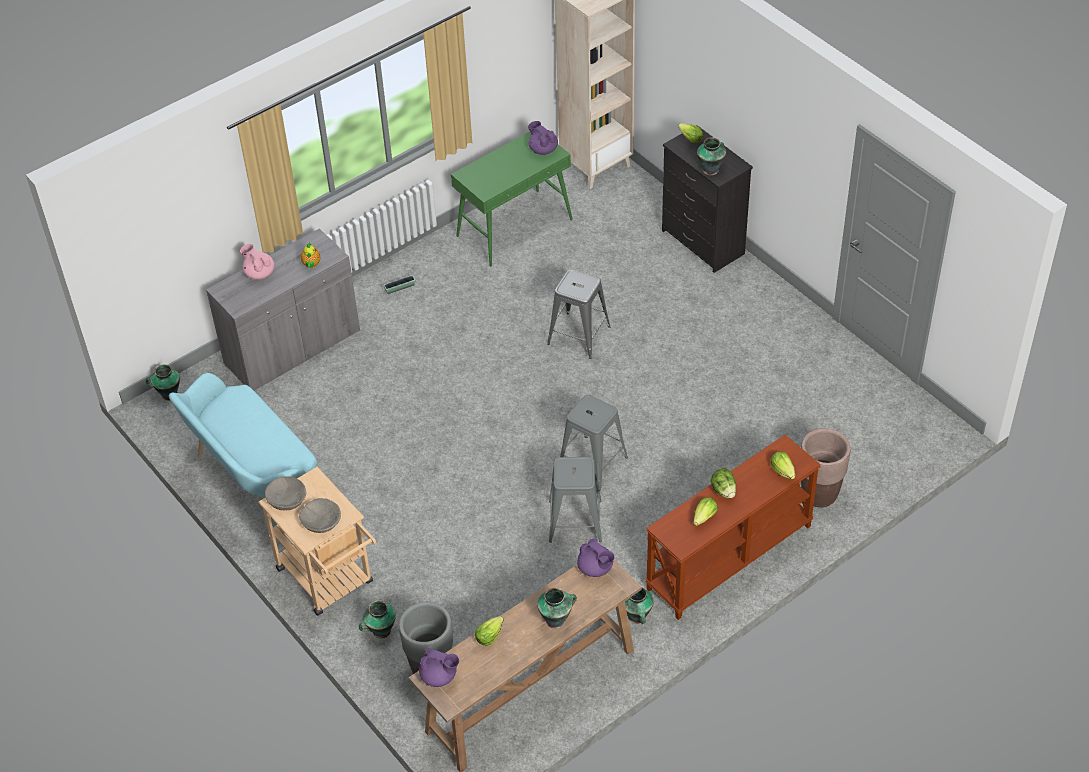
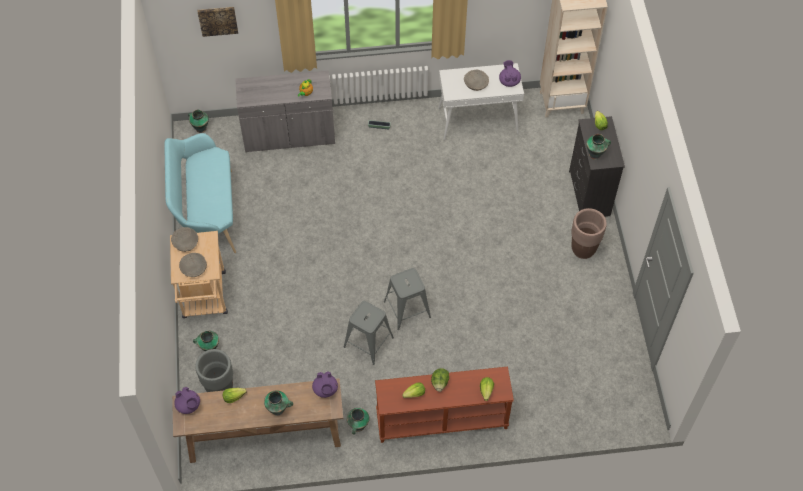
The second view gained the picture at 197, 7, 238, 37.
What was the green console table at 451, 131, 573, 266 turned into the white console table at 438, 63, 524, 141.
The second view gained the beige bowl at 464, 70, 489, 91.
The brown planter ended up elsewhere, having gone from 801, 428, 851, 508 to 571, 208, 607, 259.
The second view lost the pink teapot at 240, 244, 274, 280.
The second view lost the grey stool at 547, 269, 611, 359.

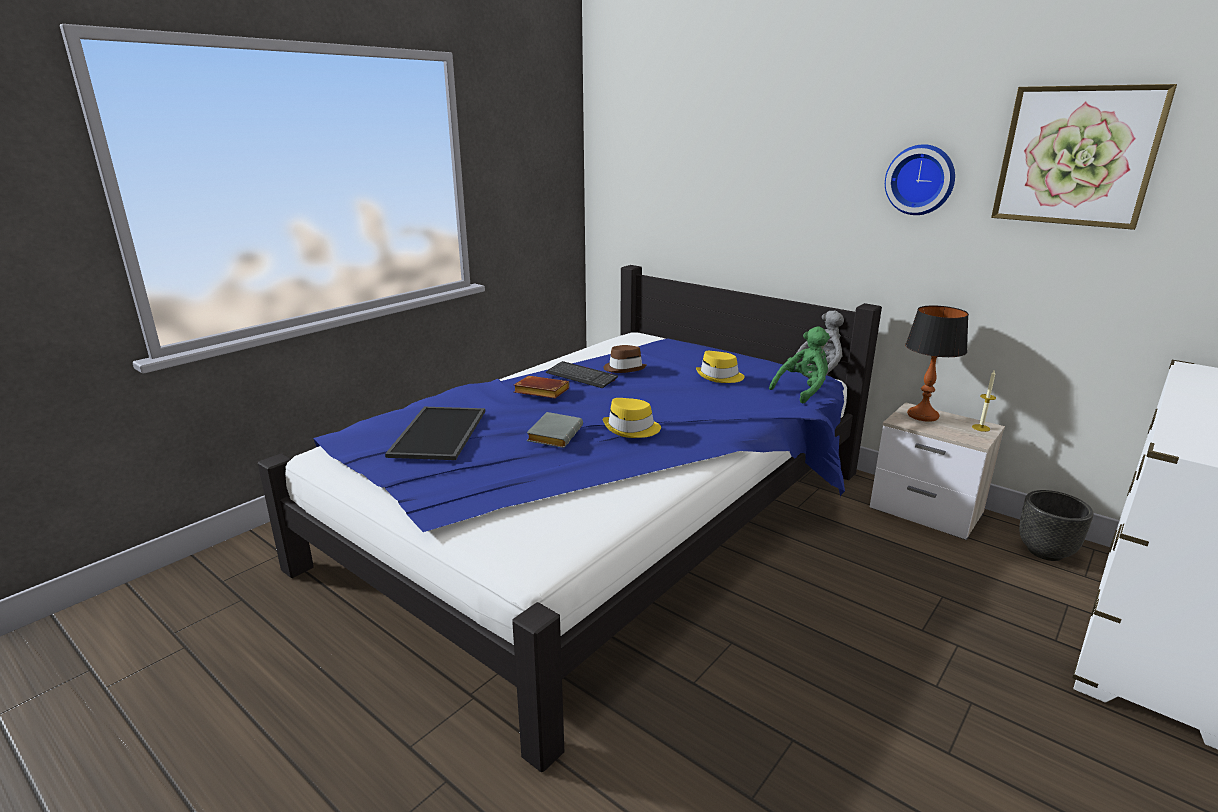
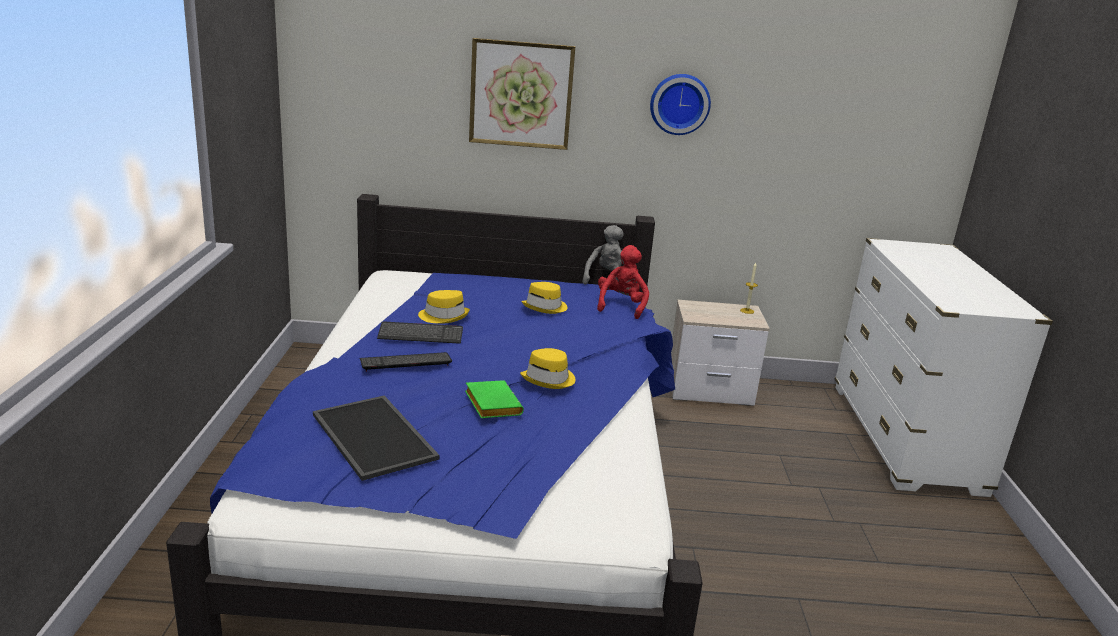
Where the brown book stood at 514, 376, 570, 398, the keyboard came to stand at 359, 352, 452, 371.
What was the brown hat at 603, 345, 647, 373 turned into the yellow hat at 418, 290, 470, 323.
What was the grey book at 527, 412, 583, 448 turned into the green book at 465, 380, 524, 418.
The picture ended up elsewhere, having gone from 991, 84, 1177, 230 to 469, 38, 575, 150.
What was the green plush toy at 769, 326, 830, 404 turned into the red plush toy at 597, 245, 649, 319.
The second view lost the table lamp at 905, 306, 969, 422.
The second view lost the black planter at 1019, 490, 1094, 561.

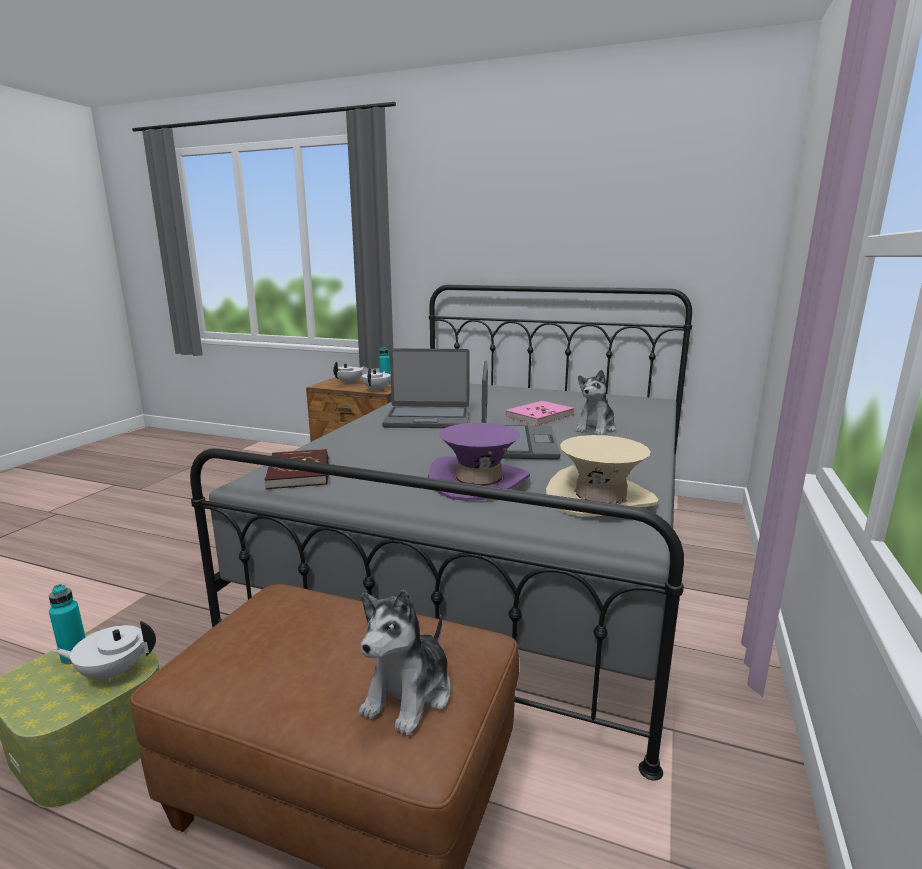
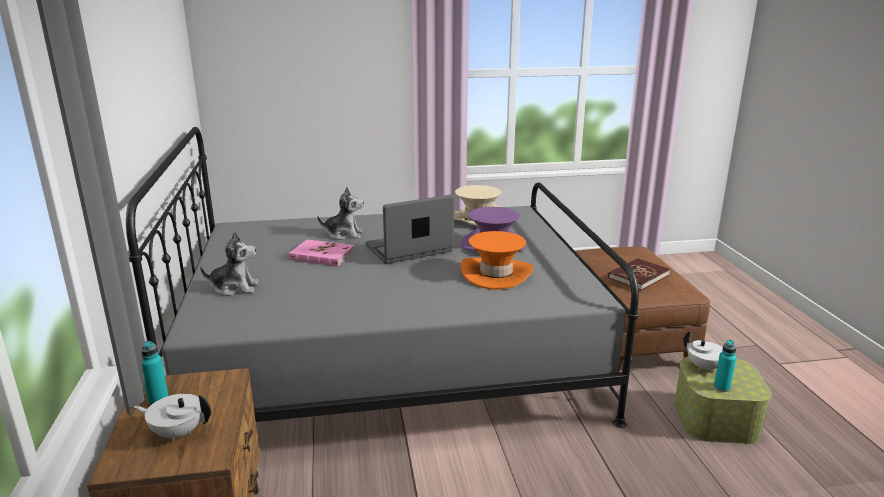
The plush toy ended up elsewhere, having gone from 359, 590, 451, 735 to 200, 231, 259, 296.
The second view gained the orange hat at 460, 231, 533, 290.
The red book ended up elsewhere, having gone from 265, 449, 329, 489 to 608, 258, 670, 290.
The second view lost the white teapot at 362, 368, 391, 392.
The second view lost the laptop at 382, 348, 470, 428.

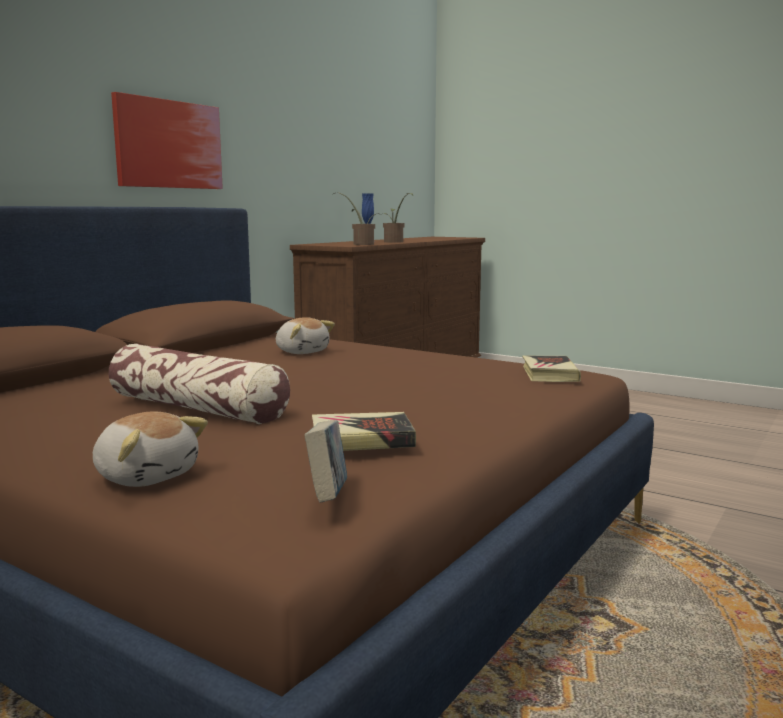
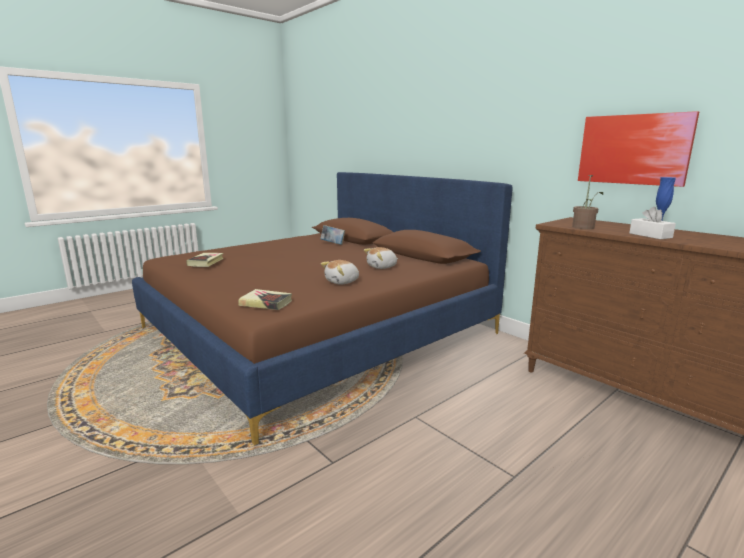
The book ended up elsewhere, having gone from 304, 420, 347, 503 to 320, 225, 345, 245.
The plush toy ended up elsewhere, having gone from 92, 411, 208, 487 to 321, 260, 359, 285.
The picture ended up elsewhere, having gone from 111, 92, 223, 189 to 578, 111, 699, 187.
Where the potted plant stood at 381, 193, 413, 243, the white tissue box came to stand at 629, 207, 676, 239.
The second view lost the pillow at 109, 344, 290, 424.

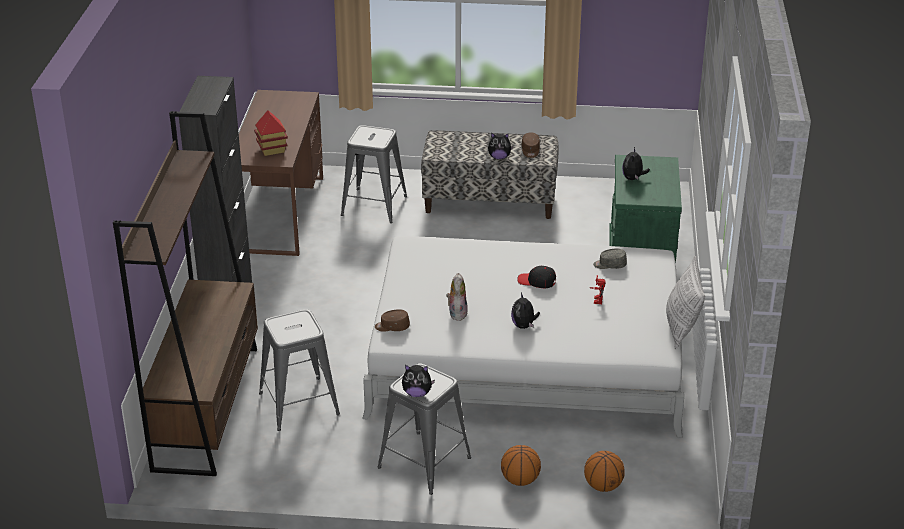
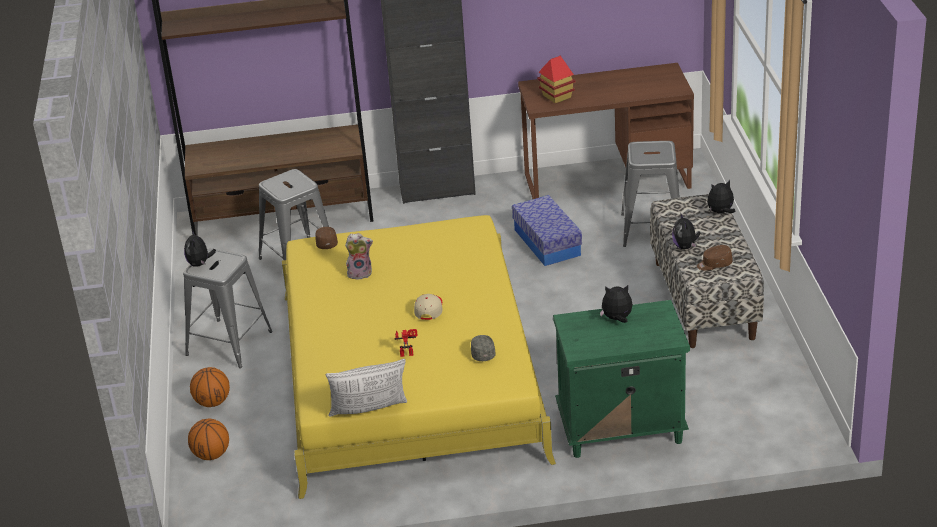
What was the white bed at 362, 236, 684, 437 turned into the yellow bed at 282, 215, 556, 499.
What was the black cap at 517, 266, 556, 288 turned into the beige cap at 414, 294, 442, 320.
The second view gained the storage box at 512, 195, 582, 266.
The plush toy ended up elsewhere, having gone from 511, 293, 540, 329 to 707, 180, 735, 213.

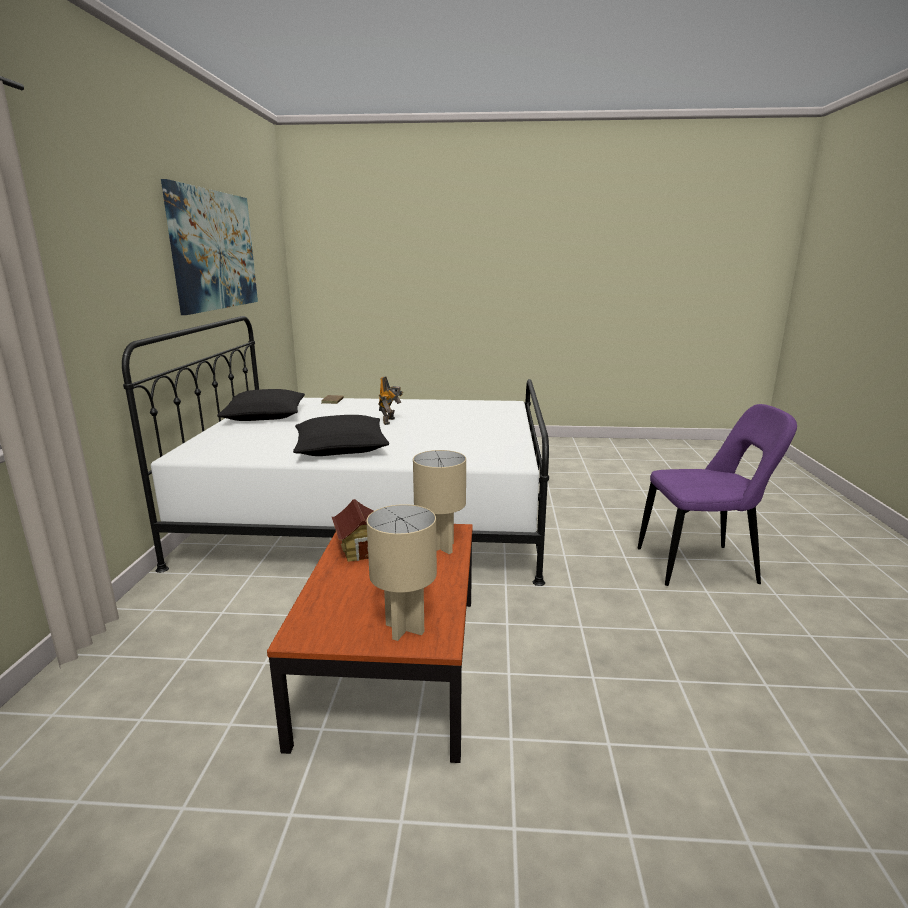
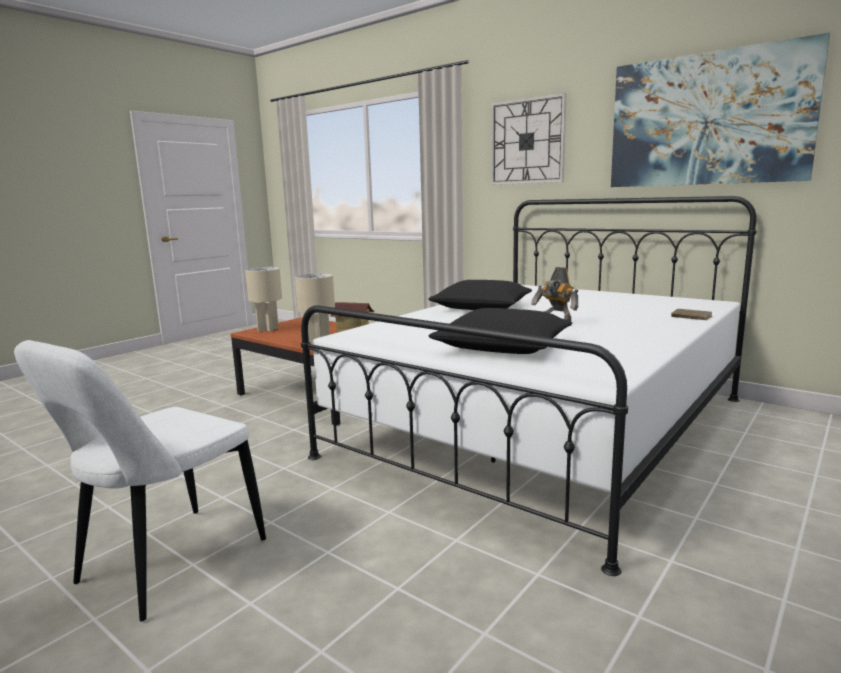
What was the purple chair at 637, 404, 797, 586 turned into the white chair at 14, 340, 266, 621.
The black pillow ended up elsewhere, having gone from 217, 389, 305, 421 to 428, 308, 572, 354.
The second view gained the wall clock at 491, 93, 567, 185.

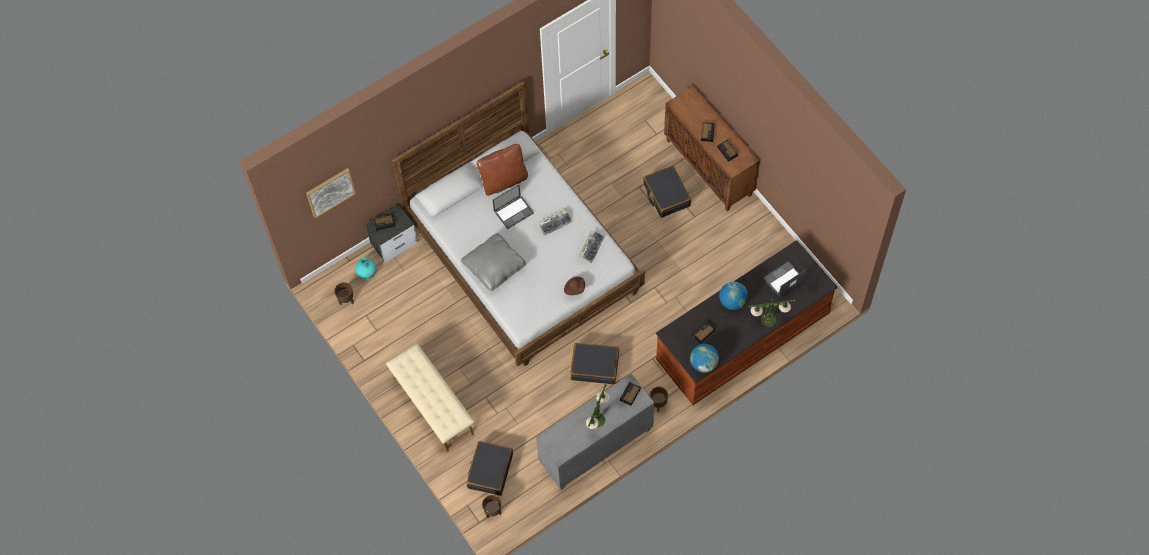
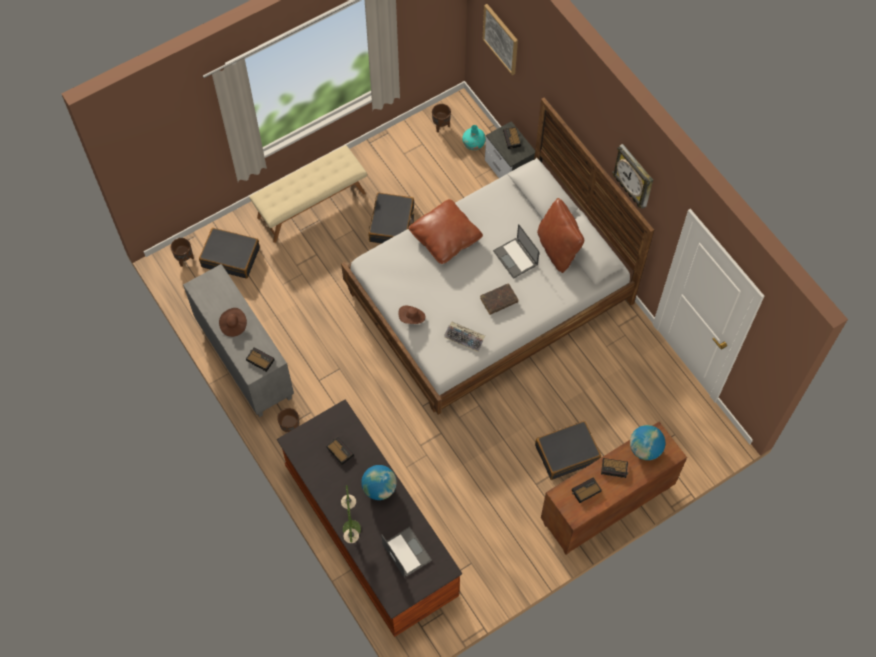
Where the table lamp stood at 586, 384, 609, 429, the brown hat came to stand at 219, 308, 247, 337.
The black suitcase ended up elsewhere, having gone from 570, 343, 619, 384 to 368, 192, 414, 244.
What was the grey pillow at 461, 233, 526, 291 turned into the brown pillow at 408, 199, 483, 264.
Where the keyboard stood at 538, 210, 572, 236, the brown book came to stand at 480, 284, 518, 315.
The second view gained the wall clock at 612, 144, 653, 209.
The globe ended up elsewhere, having gone from 690, 344, 719, 373 to 630, 425, 665, 460.

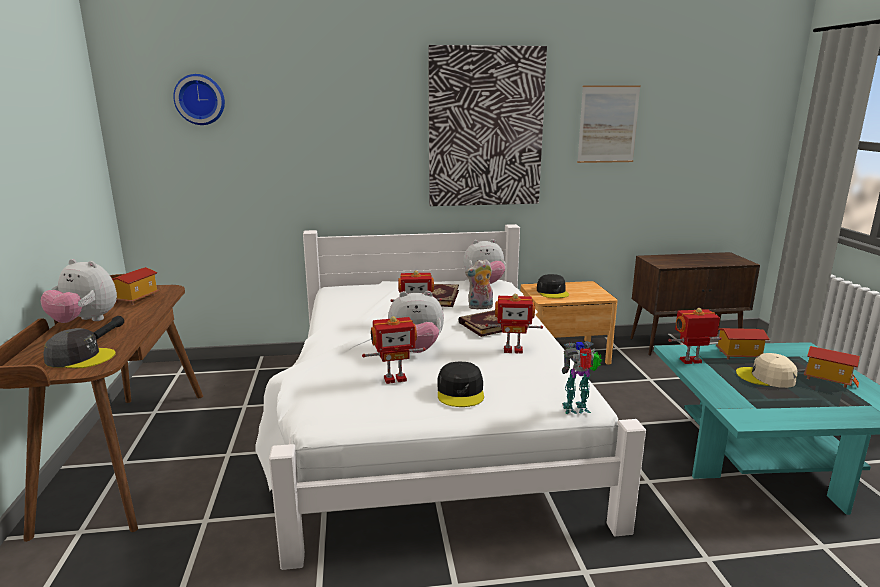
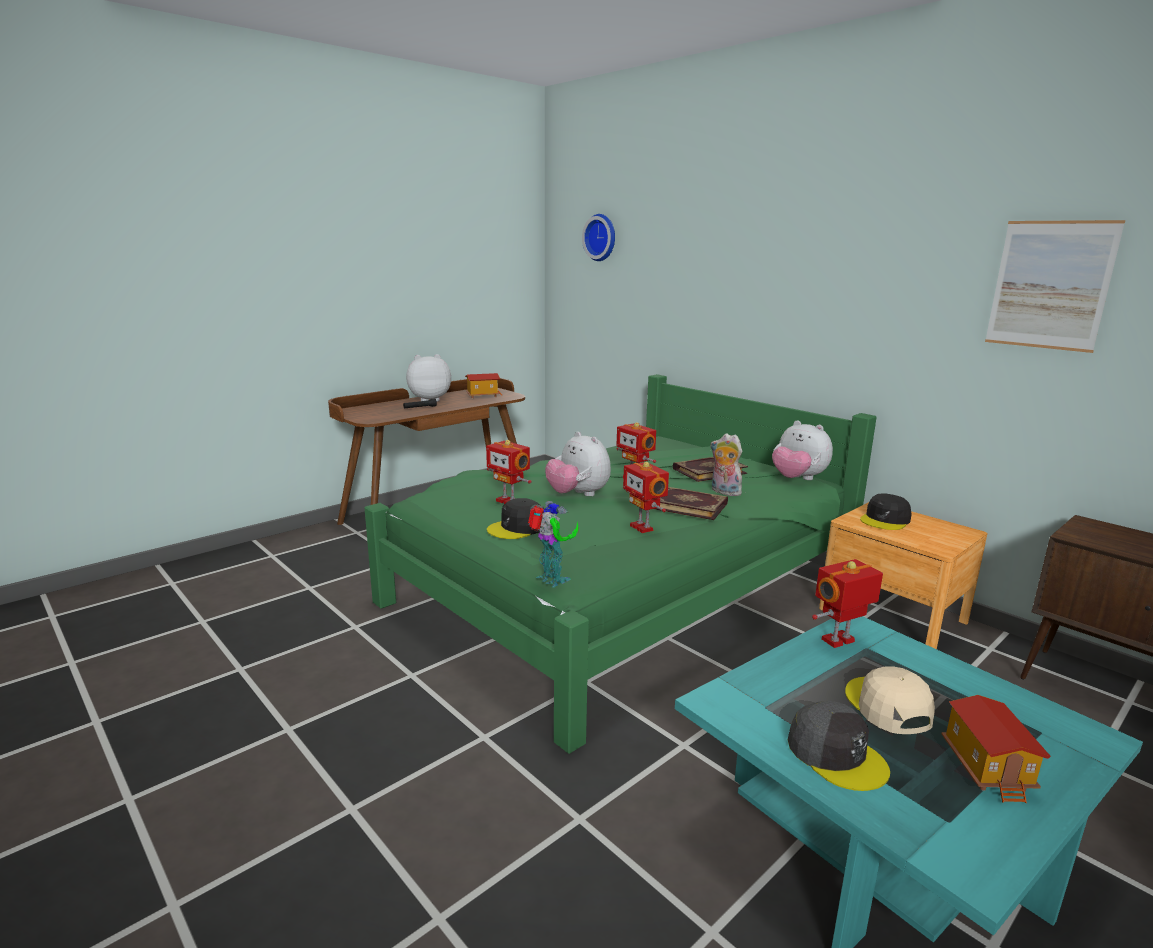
What was the white bed at 256, 224, 646, 570 turned into the green bed at 365, 374, 877, 754.
The plush toy at 41, 259, 117, 323 ended up facing another way, 90 degrees clockwise from before.
The grey cap ended up elsewhere, having gone from 43, 328, 116, 368 to 788, 701, 890, 791.
The toy robot at 668, 308, 722, 364 ended up facing another way, 75 degrees counterclockwise from before.
The second view lost the picture at 428, 45, 547, 206.
The second view lost the toy house at 716, 328, 770, 360.

